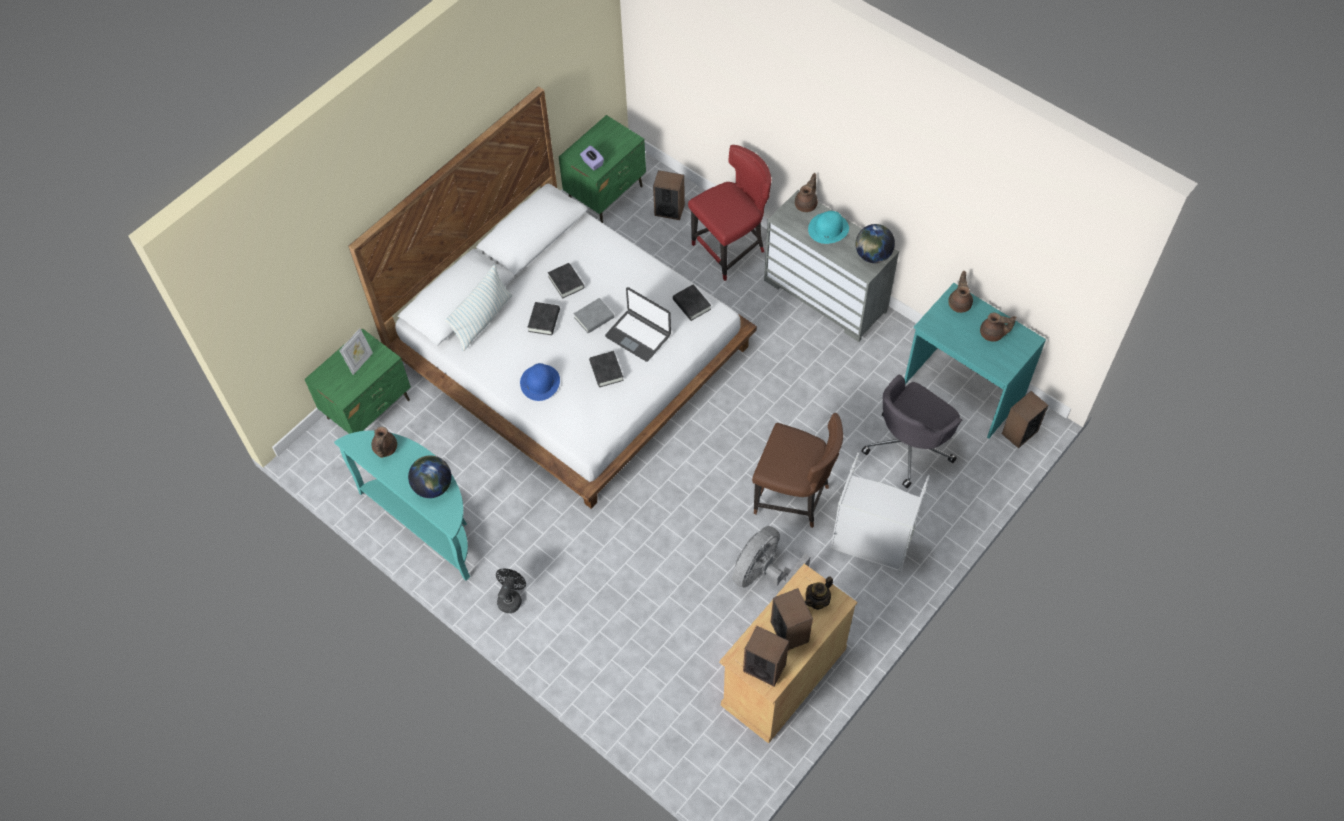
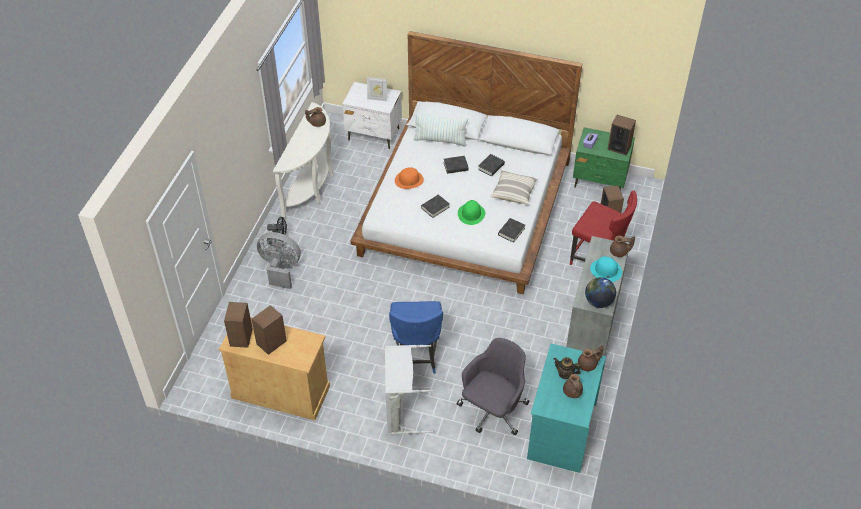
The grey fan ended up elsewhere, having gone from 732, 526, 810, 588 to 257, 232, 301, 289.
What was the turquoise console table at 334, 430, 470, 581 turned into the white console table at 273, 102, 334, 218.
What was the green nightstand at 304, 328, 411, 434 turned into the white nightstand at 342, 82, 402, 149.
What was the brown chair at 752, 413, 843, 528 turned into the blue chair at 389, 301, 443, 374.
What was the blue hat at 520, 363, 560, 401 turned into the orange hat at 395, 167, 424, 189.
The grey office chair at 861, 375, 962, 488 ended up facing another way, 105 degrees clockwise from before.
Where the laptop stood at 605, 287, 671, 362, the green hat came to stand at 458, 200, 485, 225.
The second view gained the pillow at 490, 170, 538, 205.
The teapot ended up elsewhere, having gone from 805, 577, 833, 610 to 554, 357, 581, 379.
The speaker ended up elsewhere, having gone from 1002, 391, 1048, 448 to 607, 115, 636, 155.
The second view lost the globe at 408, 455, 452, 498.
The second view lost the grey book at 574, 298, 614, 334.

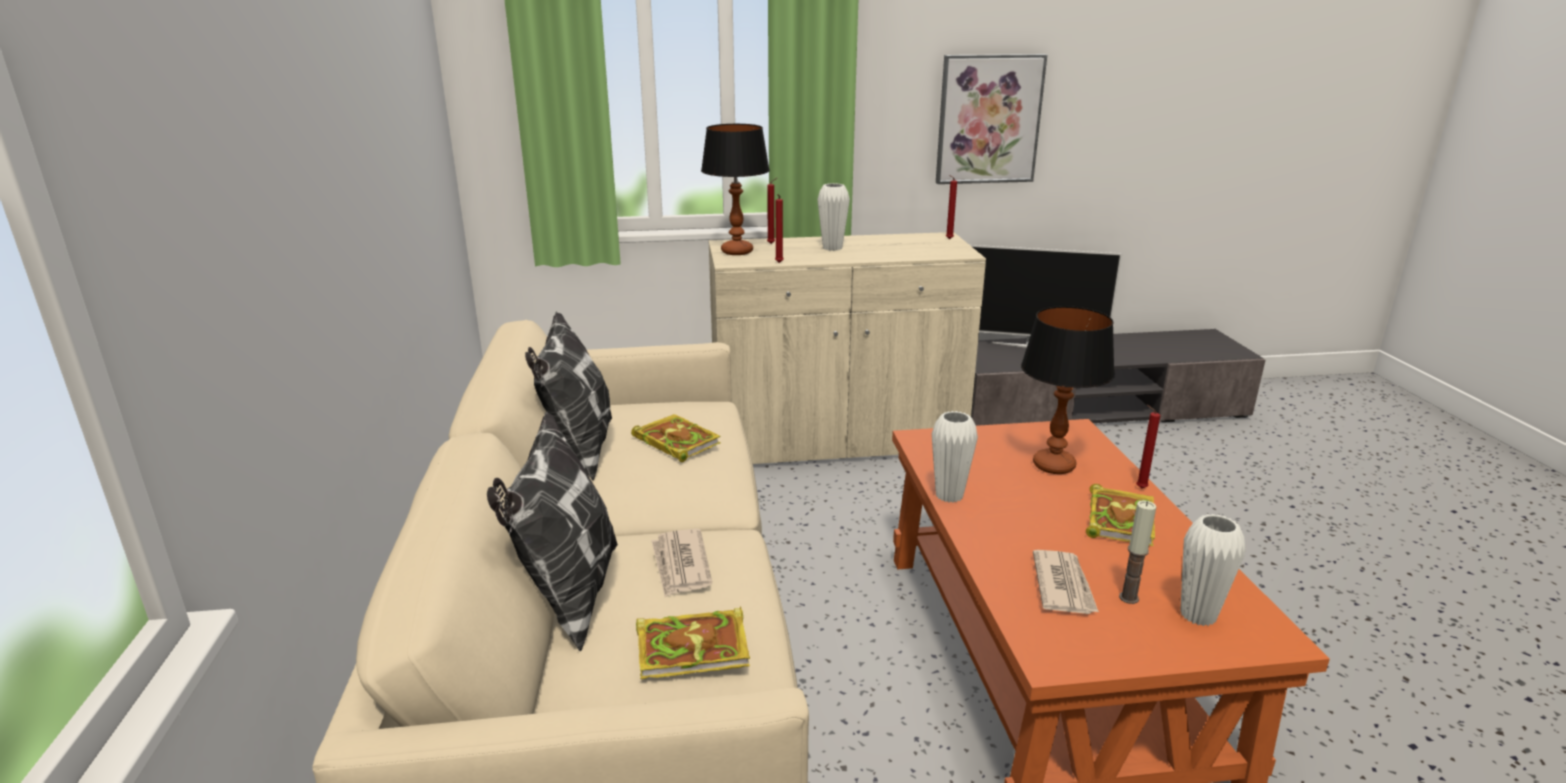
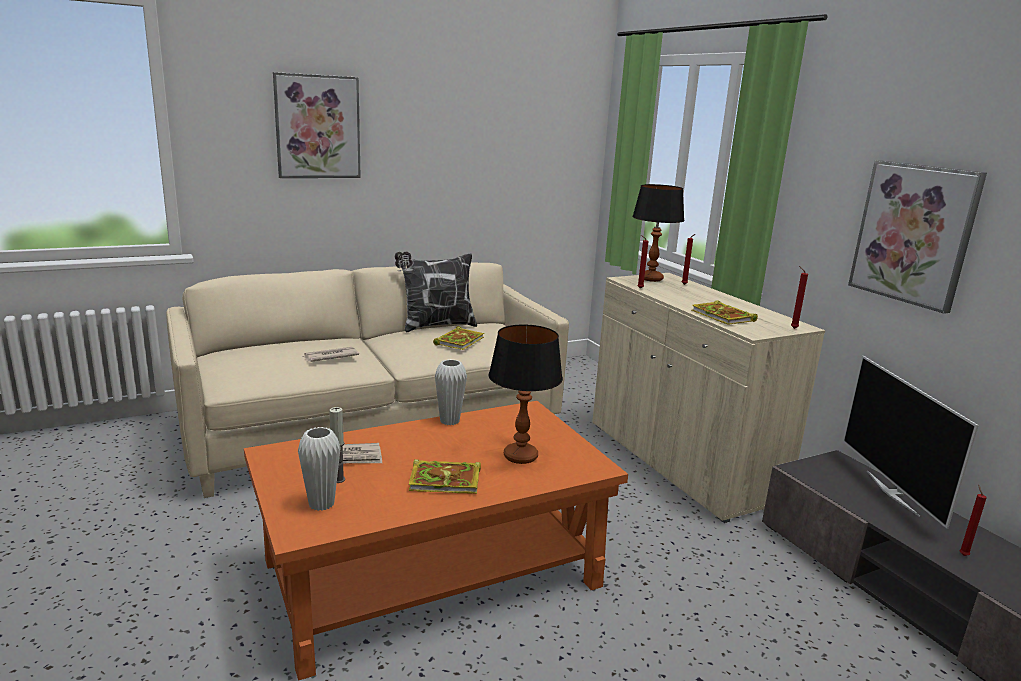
The second view gained the picture at 273, 72, 361, 178.
The book ended up elsewhere, having gone from 636, 607, 750, 679 to 692, 300, 758, 325.
The red candle ended up elsewhere, having gone from 1136, 404, 1161, 489 to 959, 485, 987, 556.
The second view lost the pillow at 487, 411, 618, 651.
The second view lost the white vase at 817, 183, 850, 251.

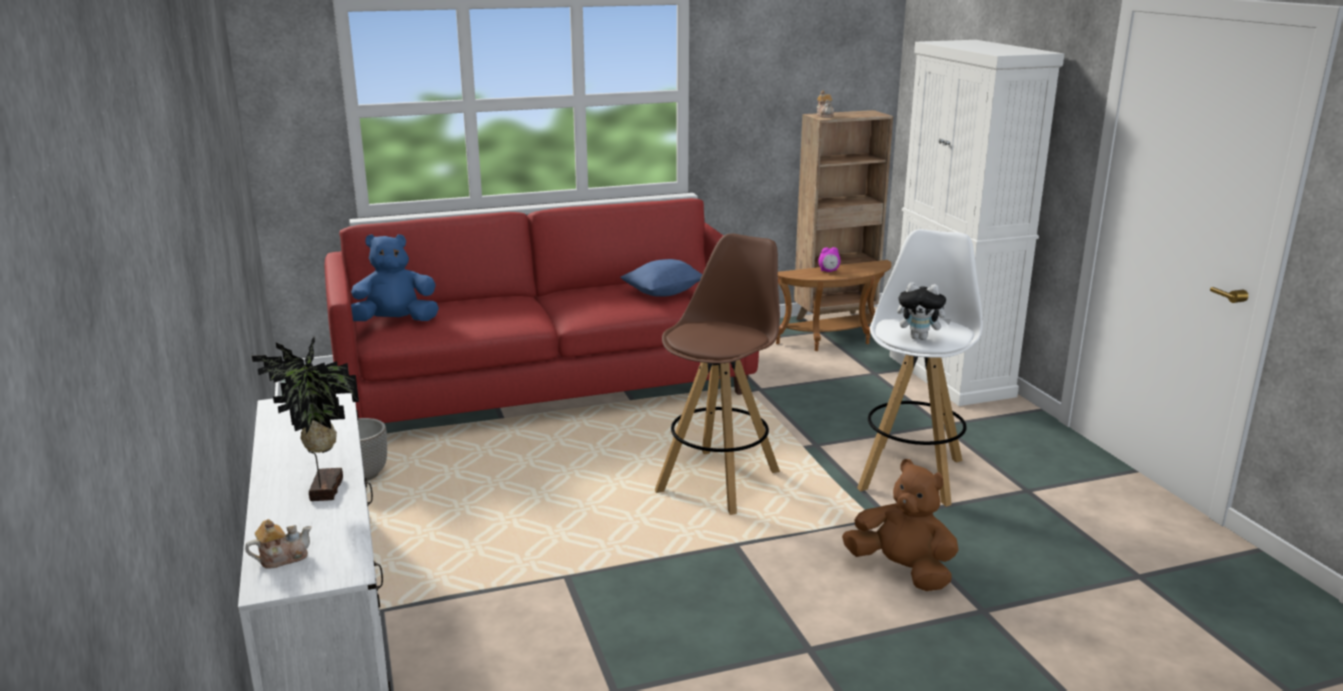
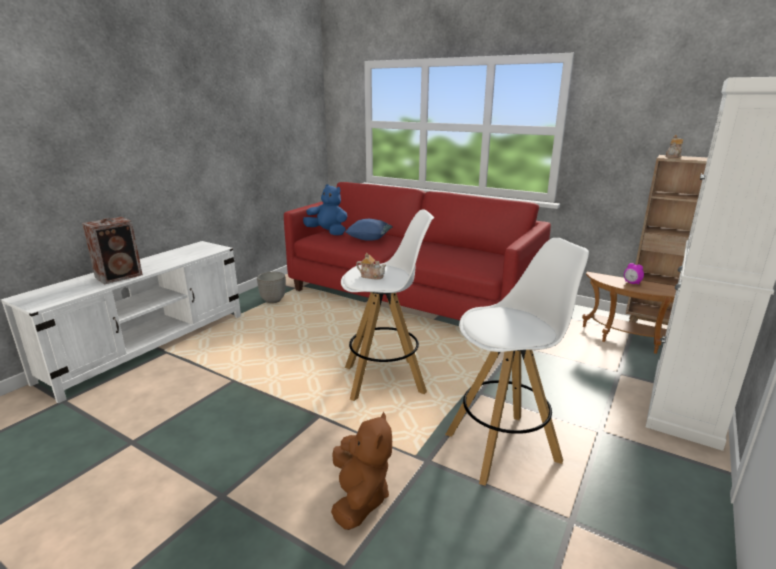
Where the potted plant stood at 252, 337, 359, 501, the speaker came to stand at 82, 217, 143, 285.
What was the brown stool at 655, 233, 780, 515 turned into the white stool at 341, 209, 434, 401.
The blue pillow ended up elsewhere, having gone from 620, 259, 702, 297 to 345, 219, 393, 241.
The teapot ended up elsewhere, having gone from 245, 519, 312, 569 to 356, 253, 386, 280.
The second view lost the plush toy at 897, 282, 951, 340.

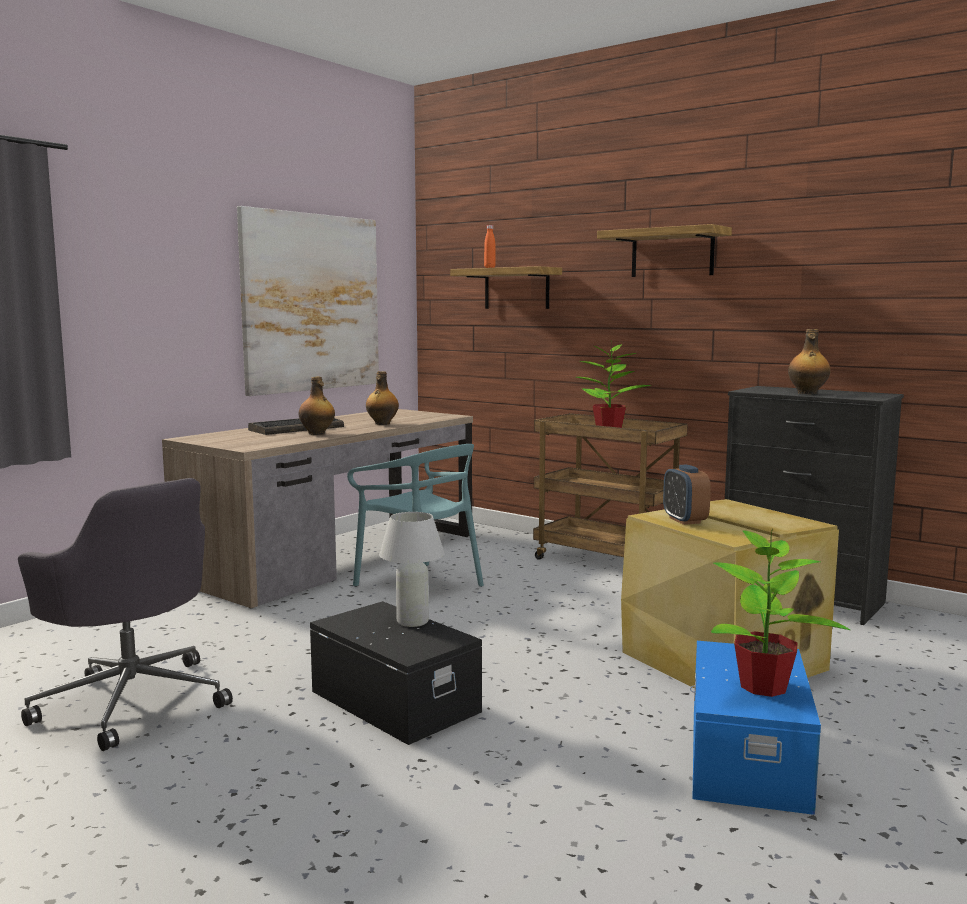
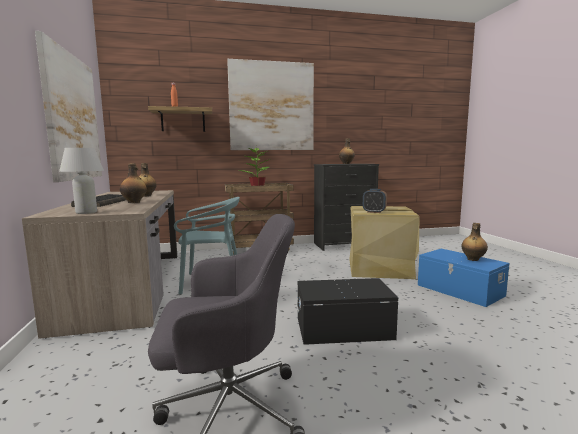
The white table lamp ended up elsewhere, having gone from 379, 512, 445, 627 to 59, 148, 104, 214.
Where the shelf hung at 597, 224, 732, 277, the picture came to hang at 227, 59, 314, 150.
Where the potted plant stood at 711, 529, 850, 697, the bottle came to stand at 461, 223, 488, 261.

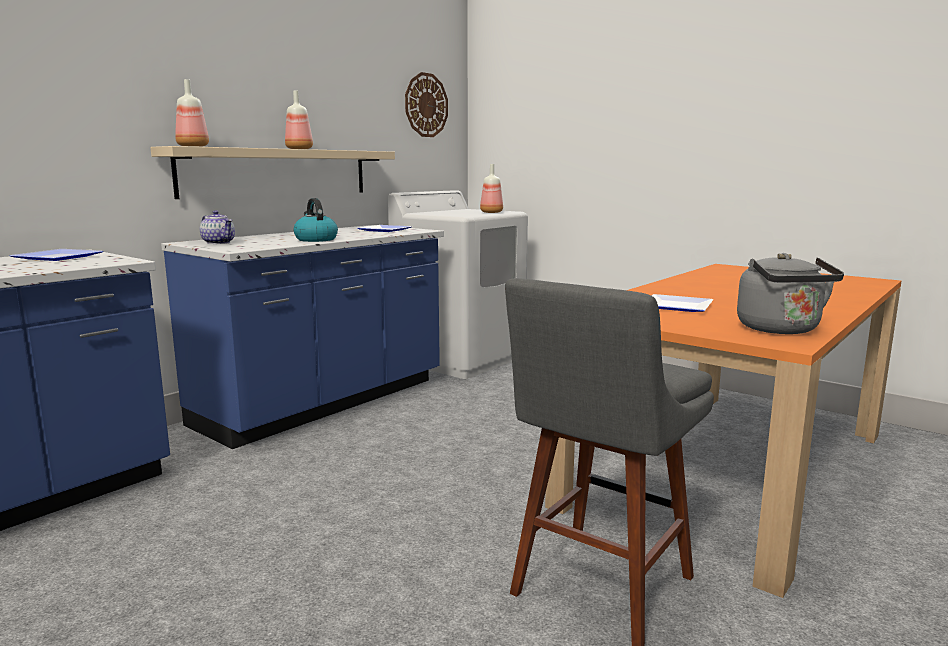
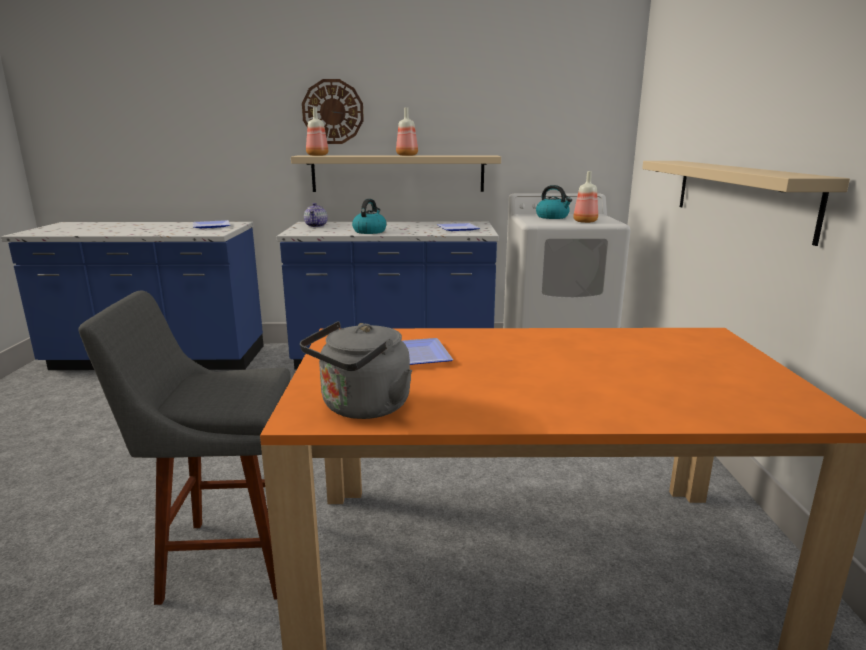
The wall clock ended up elsewhere, having gone from 405, 72, 448, 137 to 302, 79, 364, 144.
The second view gained the kettle at 536, 185, 572, 219.
The second view gained the beige shelf at 642, 161, 850, 246.

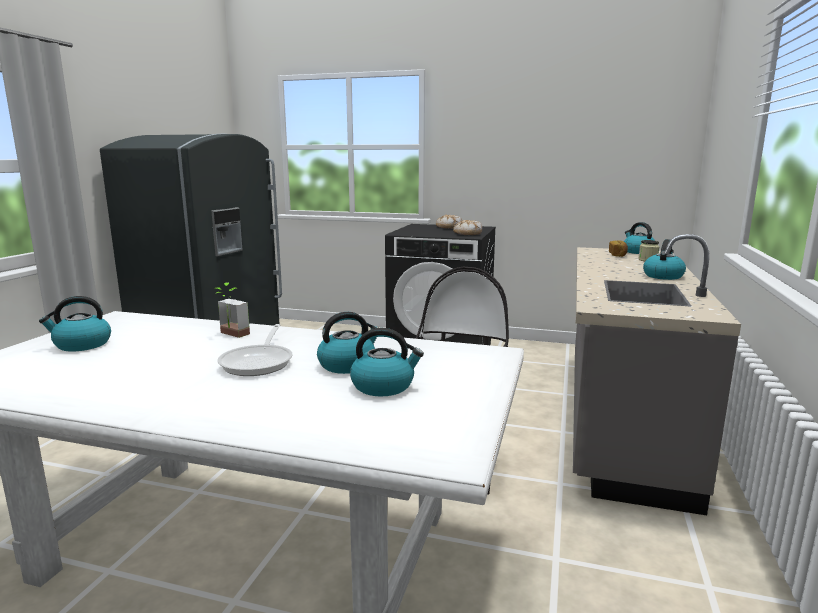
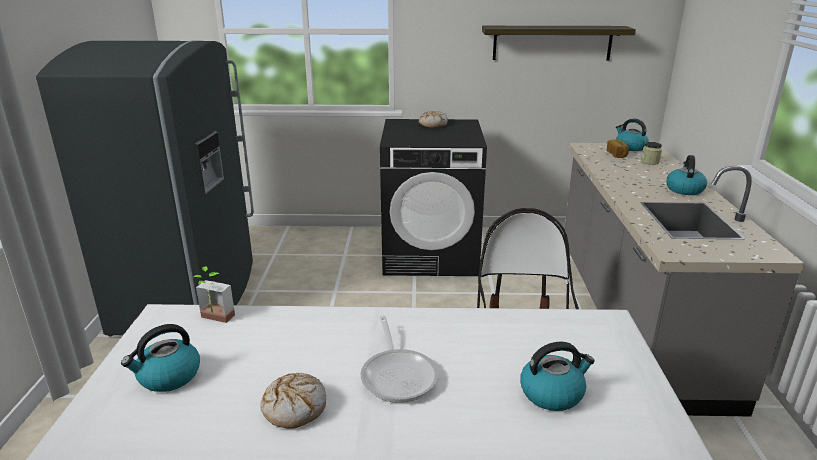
The potted plant ended up elsewhere, having gone from 214, 283, 250, 338 to 193, 266, 235, 323.
The bread ended up elsewhere, having gone from 453, 220, 482, 235 to 260, 373, 326, 429.
The second view gained the shelf at 482, 26, 636, 60.
The second view lost the kettle at 317, 312, 378, 374.

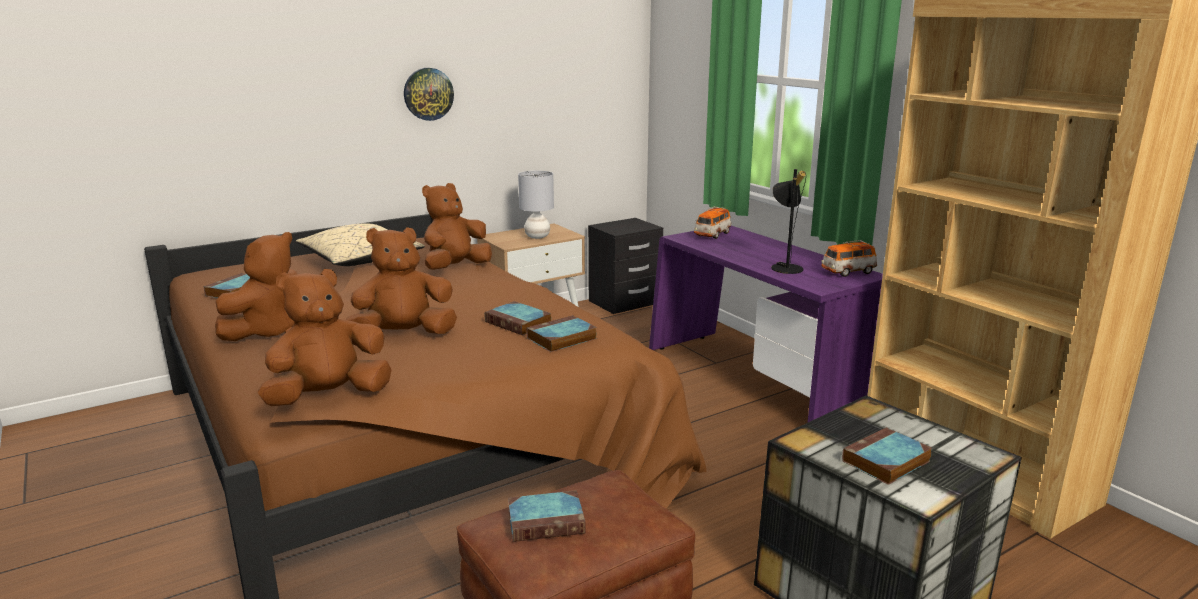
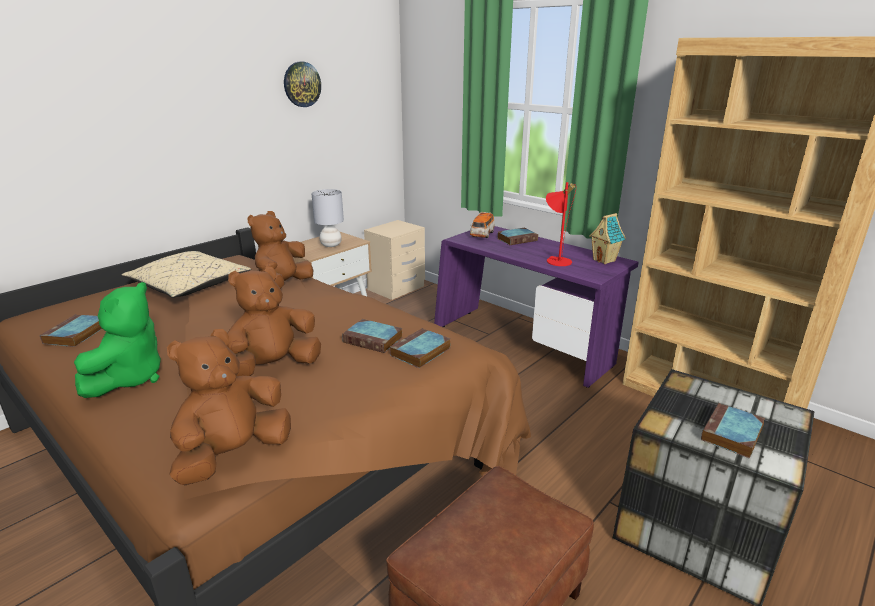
What was the brown plush toy at 215, 232, 297, 341 turned into the green plush toy at 74, 282, 161, 398.
The wall clock ended up elsewhere, having gone from 404, 68, 454, 121 to 284, 62, 321, 107.
What was the black nightstand at 588, 218, 663, 314 turned into the beige nightstand at 364, 220, 425, 300.
The book ended up elsewhere, having gone from 508, 490, 586, 542 to 497, 228, 538, 245.
What was the black table lamp at 771, 169, 806, 274 turned into the red table lamp at 546, 182, 576, 266.
Where the toy car stood at 821, 240, 877, 277, the toy house came to stand at 589, 213, 626, 264.

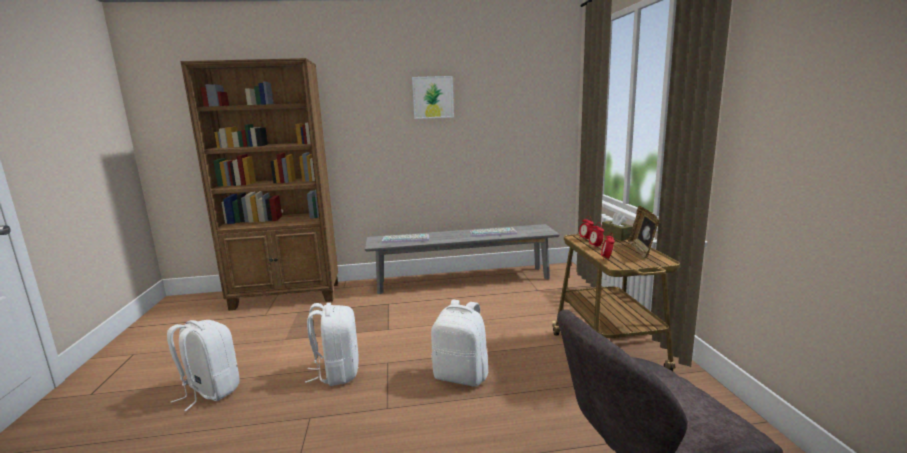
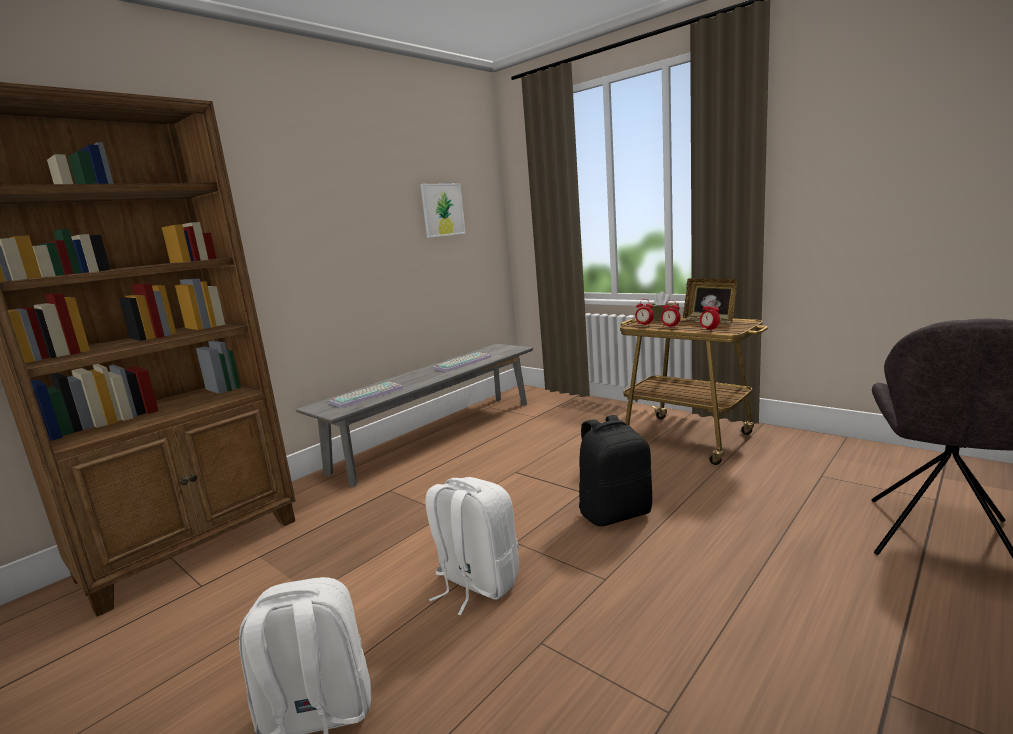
The picture ended up elsewhere, having gone from 412, 76, 454, 119 to 420, 183, 466, 238.
What was the white backpack at 431, 300, 488, 386 turned into the black backpack at 579, 415, 652, 526.

